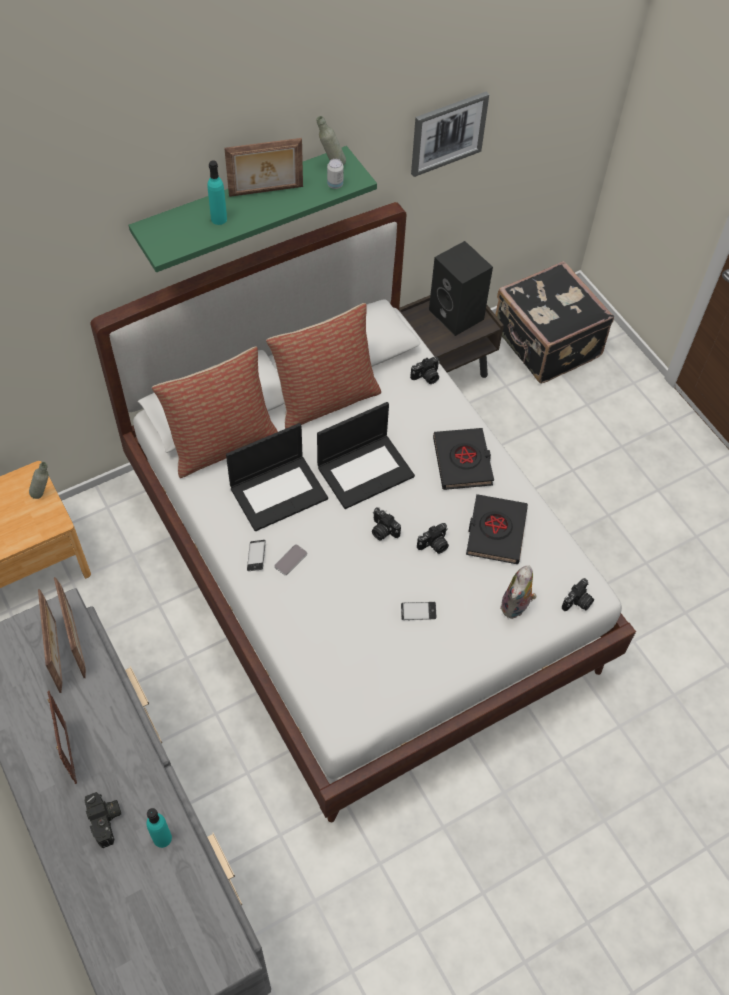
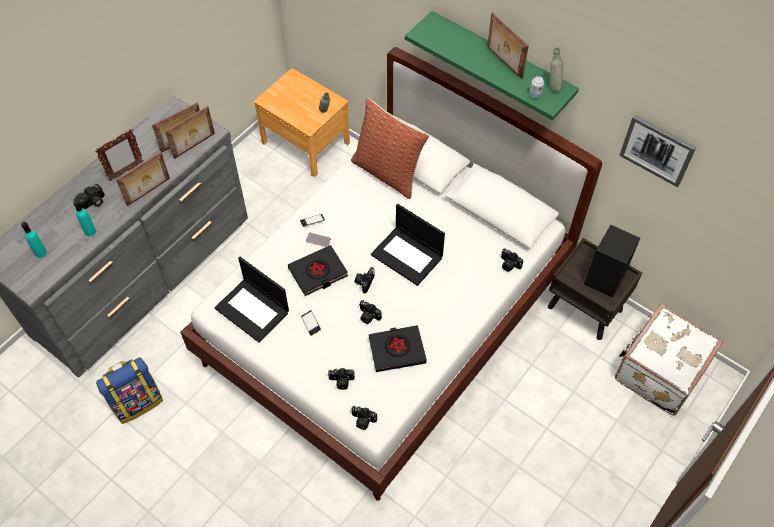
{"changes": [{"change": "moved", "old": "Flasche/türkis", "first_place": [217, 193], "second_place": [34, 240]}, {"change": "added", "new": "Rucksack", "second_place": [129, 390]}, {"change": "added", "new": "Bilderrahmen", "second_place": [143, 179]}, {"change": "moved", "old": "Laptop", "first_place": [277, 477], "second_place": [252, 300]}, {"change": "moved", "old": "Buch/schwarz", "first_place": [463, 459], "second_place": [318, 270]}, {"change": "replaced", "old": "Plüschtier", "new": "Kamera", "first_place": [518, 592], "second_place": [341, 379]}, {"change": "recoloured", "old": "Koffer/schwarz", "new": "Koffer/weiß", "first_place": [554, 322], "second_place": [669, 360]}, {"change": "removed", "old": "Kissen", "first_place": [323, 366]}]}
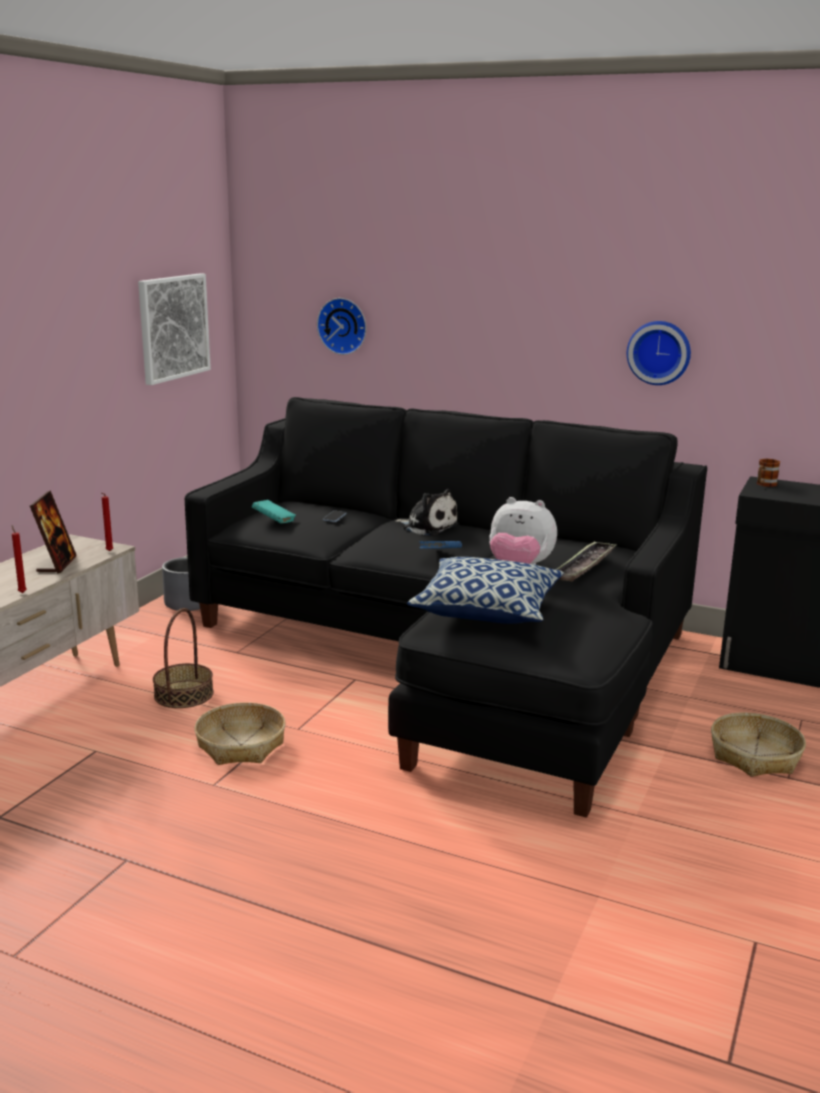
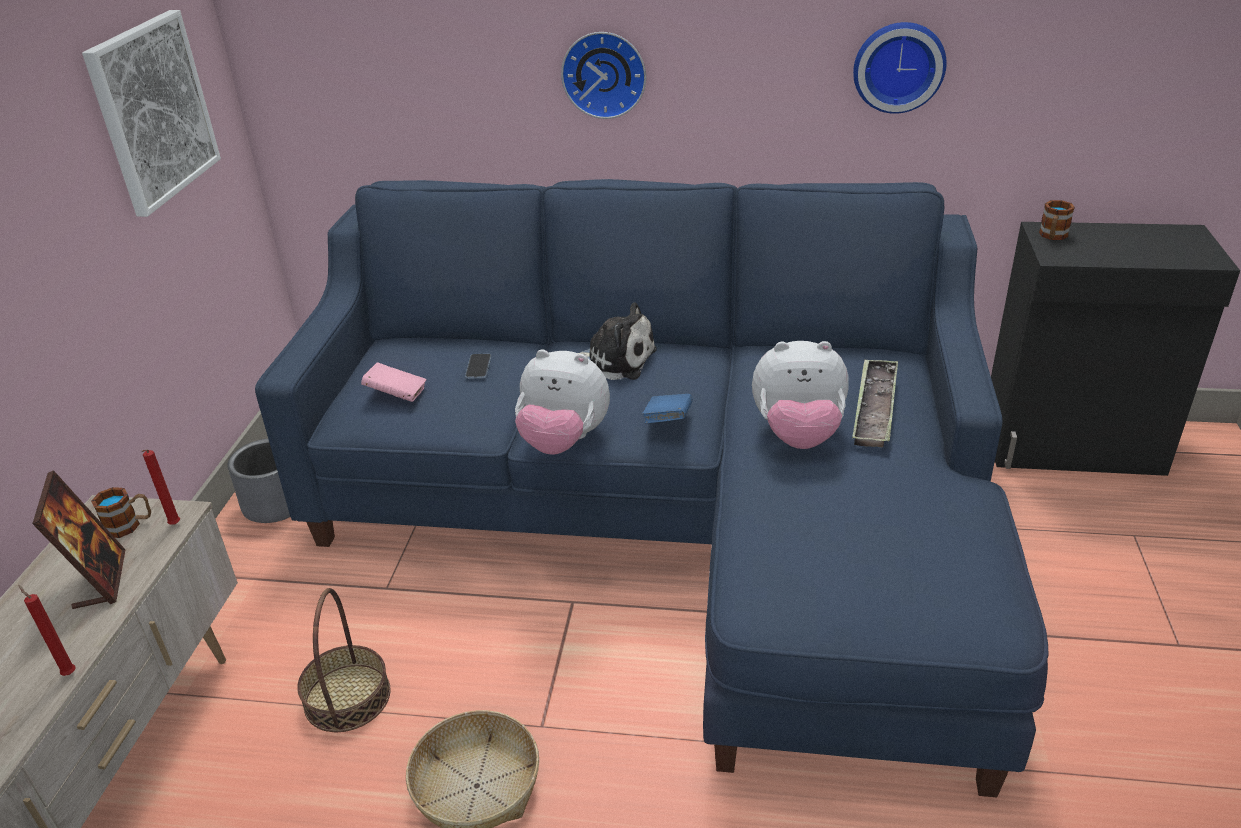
{"changes": [{"change": "added", "new": "Henkelbecher", "second_place": [121, 512]}, {"change": "recoloured", "old": "Sofa/schwarz", "new": "Sofa/blau", "first_place": [446, 607], "second_place": [652, 488]}, {"change": "recoloured", "old": "Buch/türkis", "new": "Buch/rosa", "first_place": [274, 512], "second_place": [393, 382]}, {"change": "added", "new": "Plüschtier", "second_place": [562, 401]}, {"change": "moved", "old": "Wanduhr", "first_place": [342, 326], "second_place": [603, 75]}, {"change": "removed", "old": "Kissen", "first_place": [485, 590]}, {"change": "removed", "old": "Korb", "first_place": [758, 744]}]}
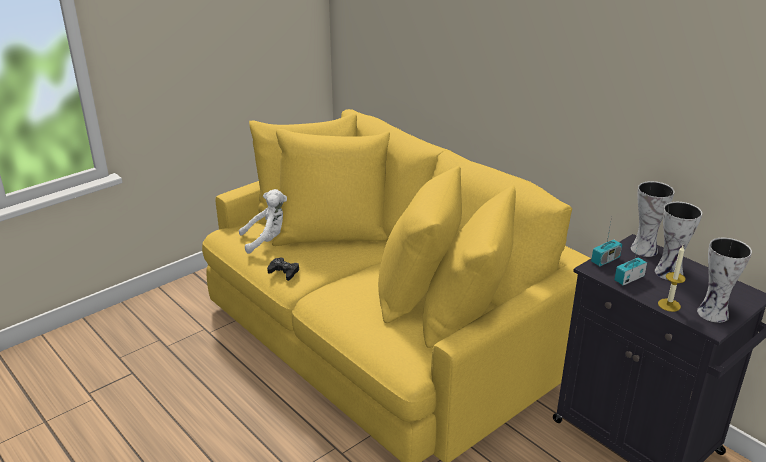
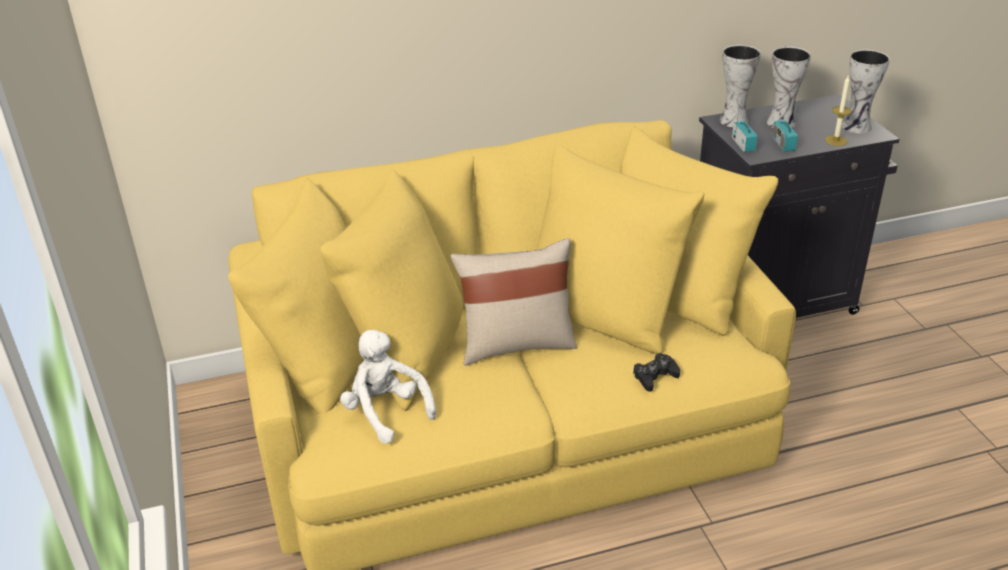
{"changes": [{"change": "turned", "old": "Plüschtier/weiß", "first_place": [263, 221], "second_place": [388, 387], "degrees": -45}, {"change": "added", "new": "Kissen/beige", "second_place": [513, 302]}, {"change": "moved", "old": "Gamepad/schwarz", "first_place": [283, 269], "second_place": [656, 372]}]}
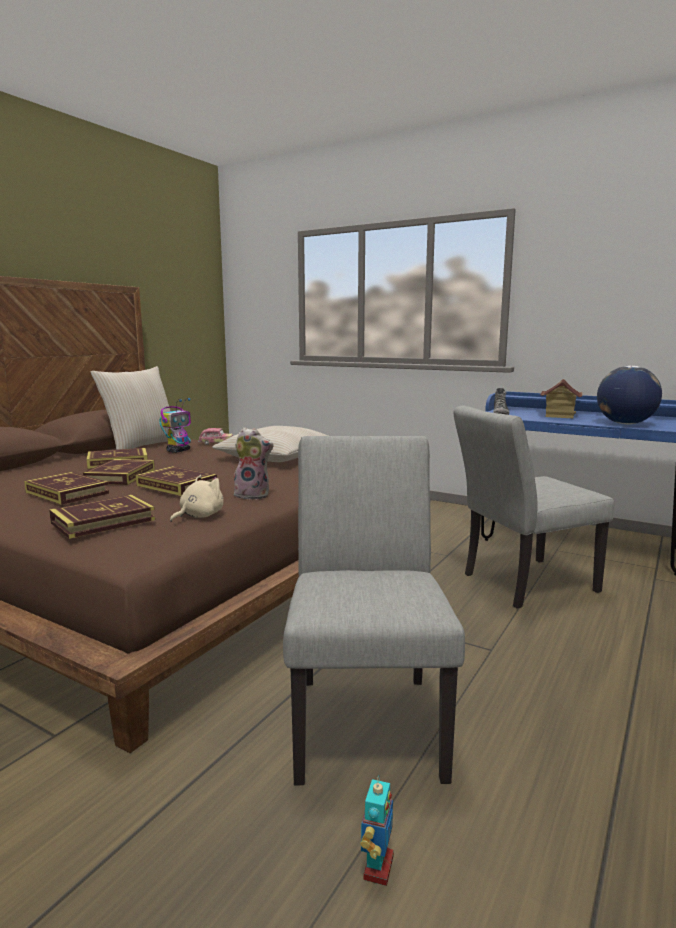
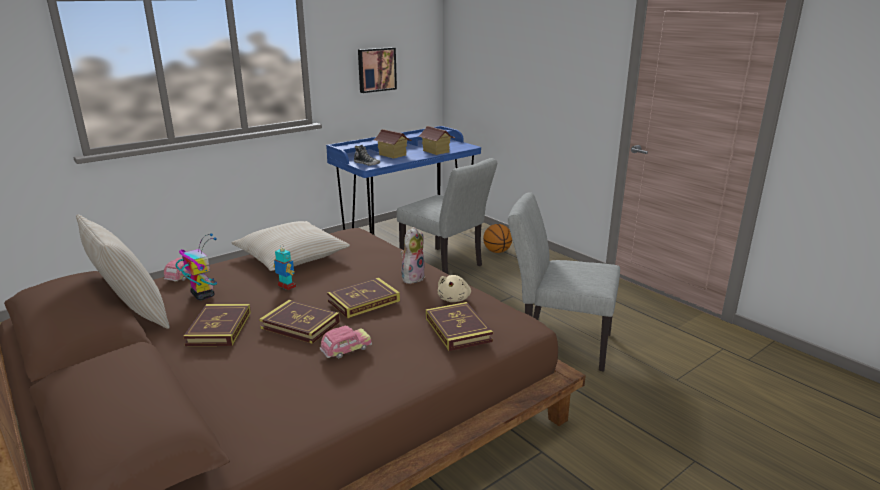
{"changes": [{"change": "moved", "old": "Spielzeugroboter", "first_place": [377, 830], "second_place": [284, 267]}, {"change": "replaced", "old": "Buch", "new": "Spielzeugauto", "first_place": [66, 488], "second_place": [346, 342]}, {"change": "added", "new": "Bild", "second_place": [377, 70]}, {"change": "turned", "old": "Stuhl/grau", "first_place": [533, 507], "second_place": [447, 216], "degrees": -45}, {"change": "replaced", "old": "Globus", "new": "Spielzeughaus", "first_place": [629, 395], "second_place": [436, 140]}, {"change": "turned", "old": "Plüschtier/beige", "first_place": [197, 498], "second_place": [454, 288], "degrees": -135}, {"change": "added", "new": "Basketball", "second_place": [497, 238]}]}
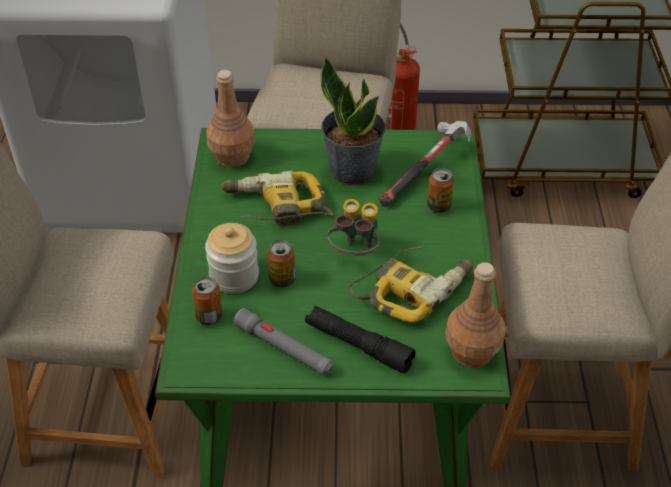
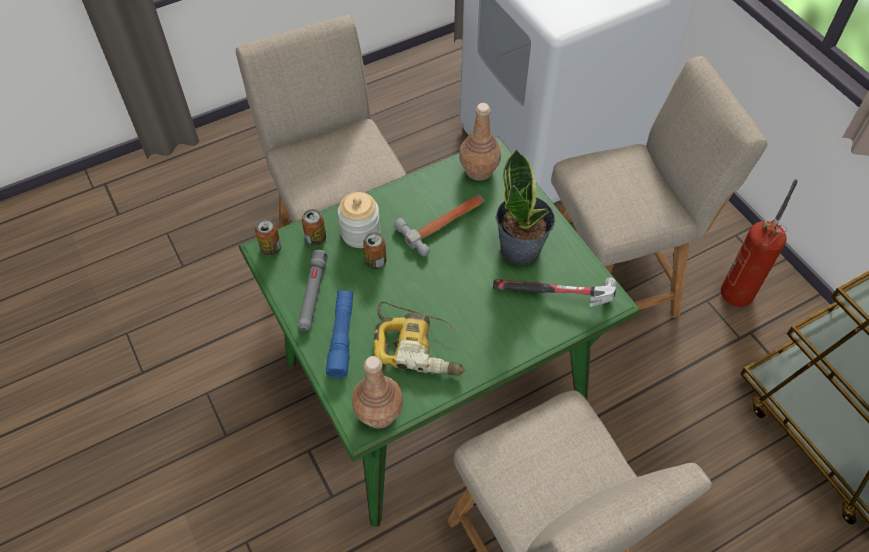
{"changes": [{"change": "moved", "old": "Dose", "first_place": [440, 190], "second_place": [268, 237]}, {"change": "recoloured", "old": "Taschenlampe/schwarz", "new": "Taschenlampe/blau", "first_place": [360, 339], "second_place": [339, 334]}, {"change": "replaced", "old": "Bohrmaschine", "new": "Hammer", "first_place": [277, 198], "second_place": [439, 225]}, {"change": "removed", "old": "Fernglas", "first_place": [353, 227]}]}
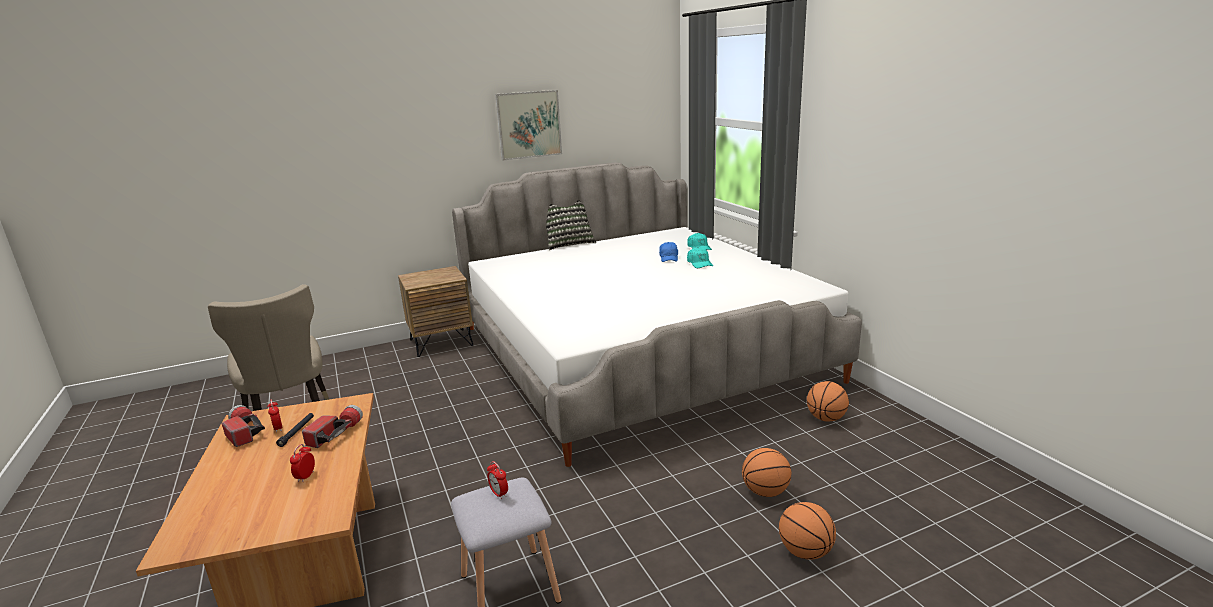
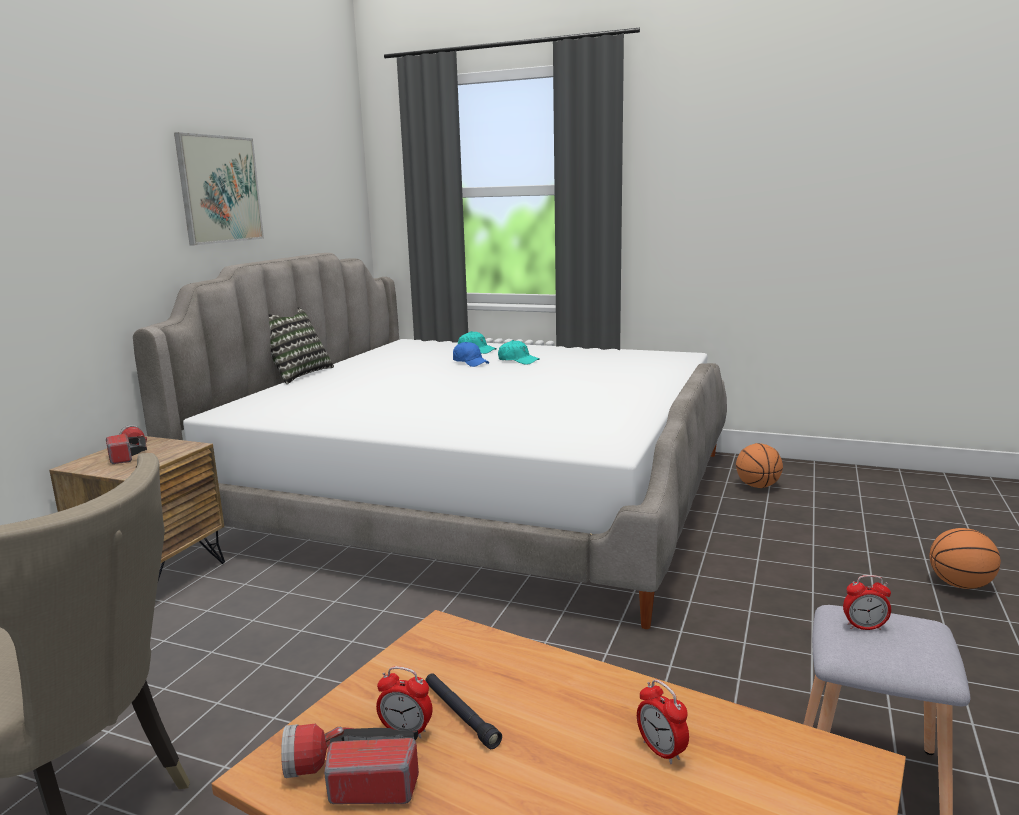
{"changes": [{"change": "moved", "old": "Taschenlampe", "first_place": [332, 426], "second_place": [126, 444]}, {"change": "removed", "old": "Basketball", "first_place": [767, 472]}]}
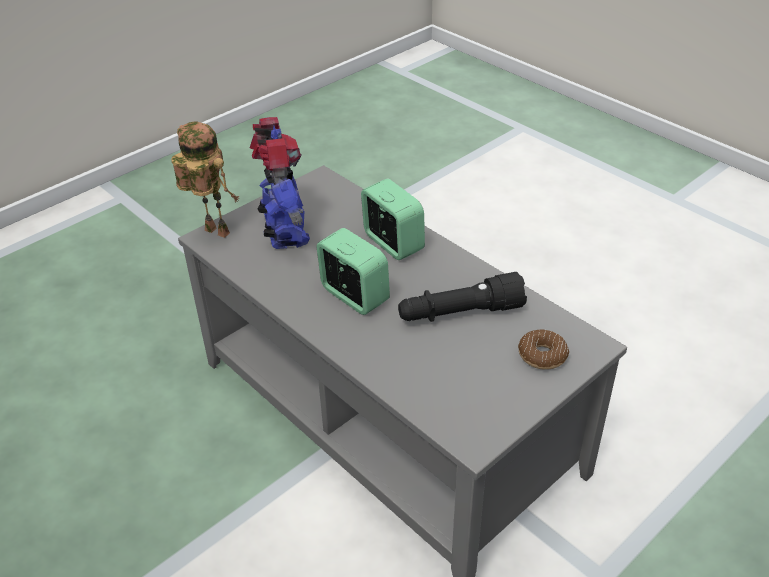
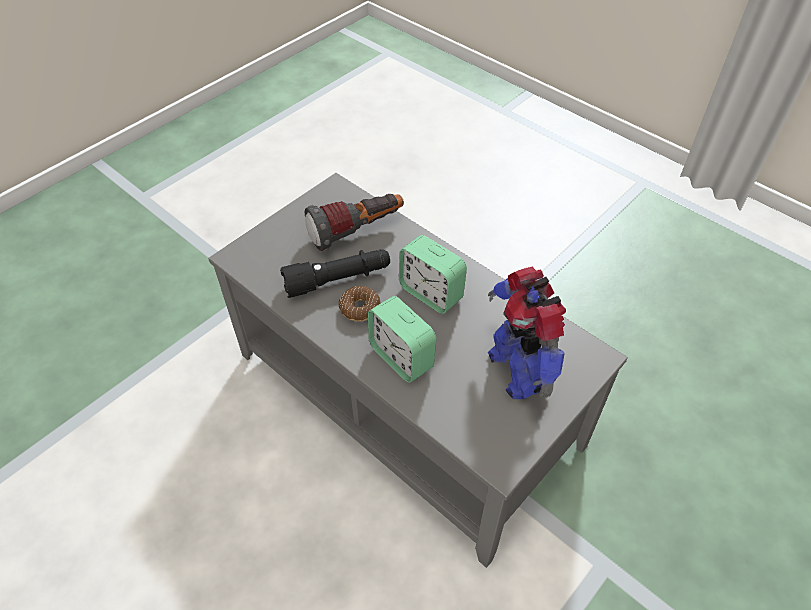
{"changes": [{"change": "added", "new": "Taschenlampe", "second_place": [354, 222]}, {"change": "moved", "old": "Donut", "first_place": [543, 350], "second_place": [360, 304]}, {"change": "removed", "old": "Spielzeugroboter", "first_place": [205, 180]}]}
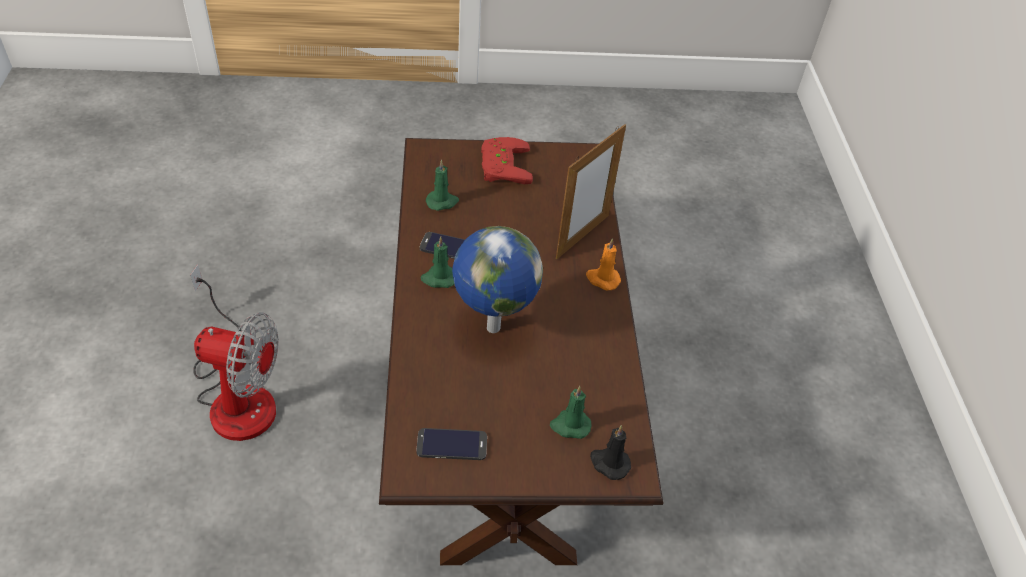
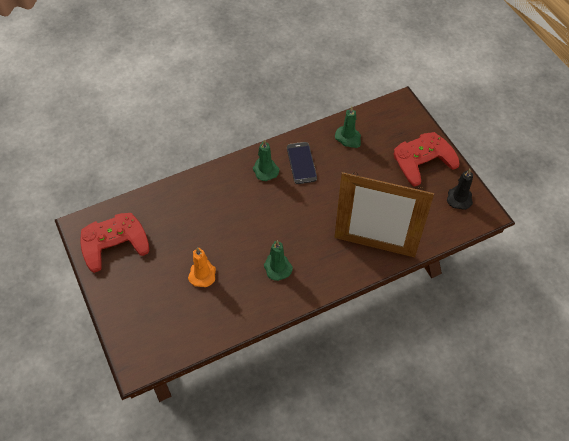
{"changes": [{"change": "replaced", "old": "Handy", "new": "Gamepad/rot", "first_place": [451, 444], "second_place": [114, 243]}, {"change": "moved", "old": "Kerze/orange", "first_place": [603, 264], "second_place": [202, 267]}, {"change": "moved", "old": "Kerze/grün", "first_place": [571, 412], "second_place": [278, 260]}, {"change": "moved", "old": "Kerze/schwarz", "first_place": [610, 452], "second_place": [460, 189]}, {"change": "removed", "old": "Ventilator", "first_place": [234, 352]}, {"change": "removed", "old": "Globus", "first_place": [497, 279]}]}
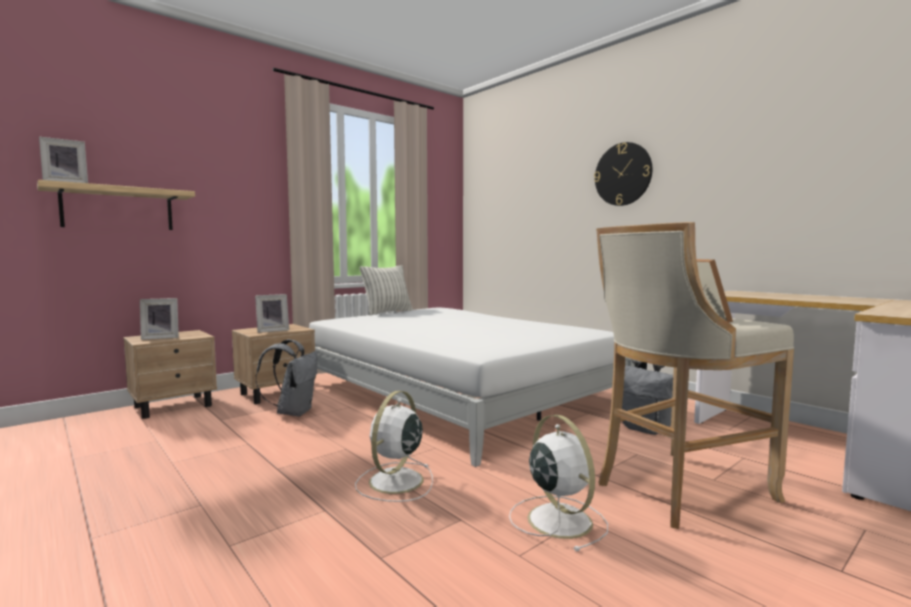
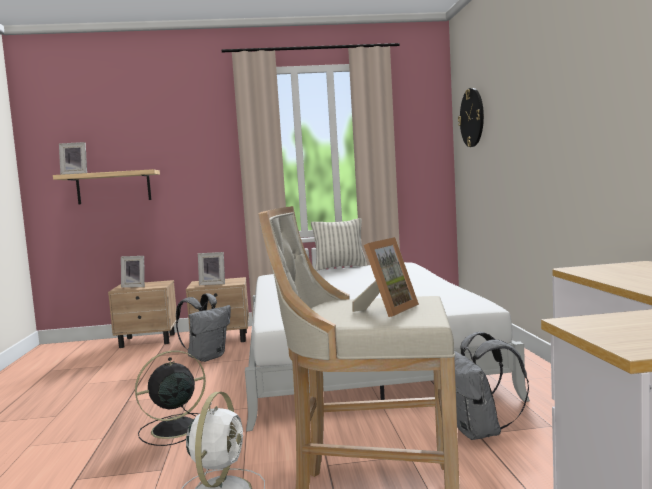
{"changes": [{"change": "recoloured", "old": "Ventilator/weiß", "new": "Ventilator/schwarz", "first_place": [394, 446], "second_place": [170, 398]}, {"change": "moved", "old": "Wanduhr", "first_place": [623, 174], "second_place": [471, 117]}]}
